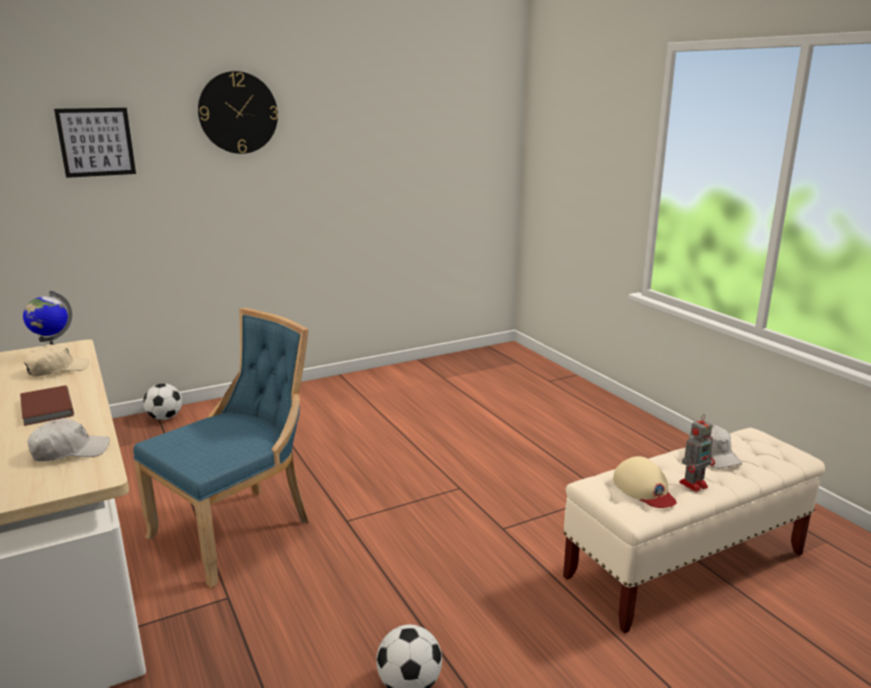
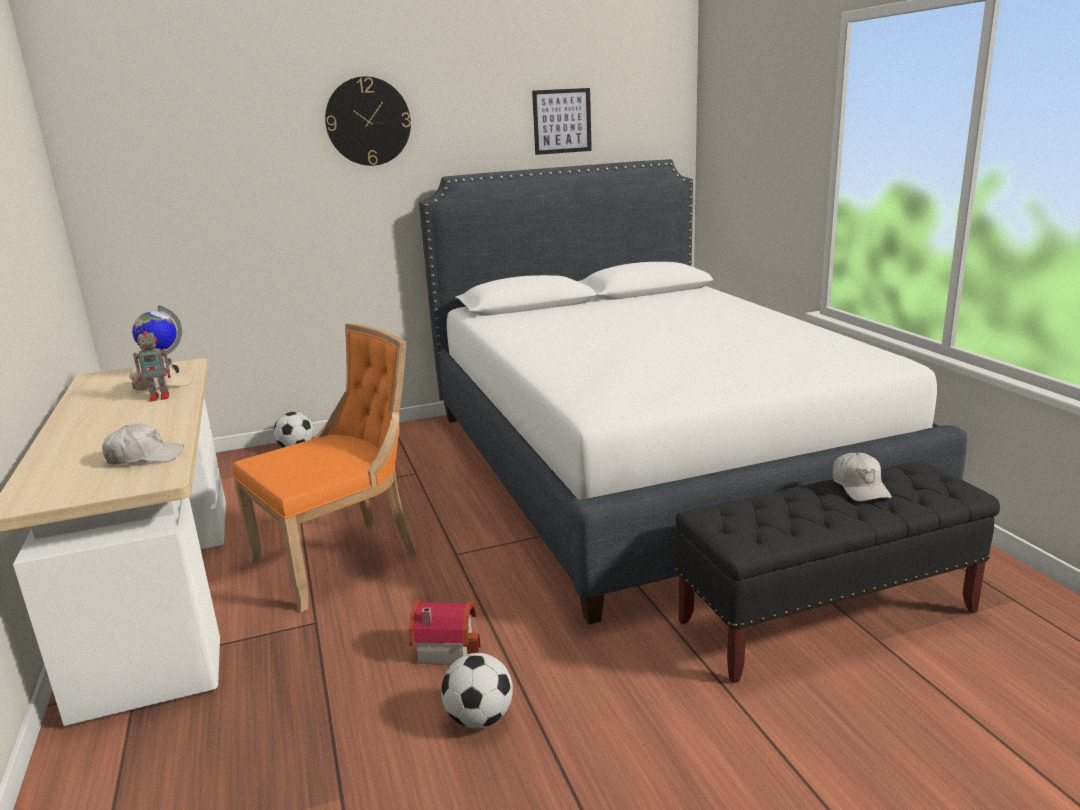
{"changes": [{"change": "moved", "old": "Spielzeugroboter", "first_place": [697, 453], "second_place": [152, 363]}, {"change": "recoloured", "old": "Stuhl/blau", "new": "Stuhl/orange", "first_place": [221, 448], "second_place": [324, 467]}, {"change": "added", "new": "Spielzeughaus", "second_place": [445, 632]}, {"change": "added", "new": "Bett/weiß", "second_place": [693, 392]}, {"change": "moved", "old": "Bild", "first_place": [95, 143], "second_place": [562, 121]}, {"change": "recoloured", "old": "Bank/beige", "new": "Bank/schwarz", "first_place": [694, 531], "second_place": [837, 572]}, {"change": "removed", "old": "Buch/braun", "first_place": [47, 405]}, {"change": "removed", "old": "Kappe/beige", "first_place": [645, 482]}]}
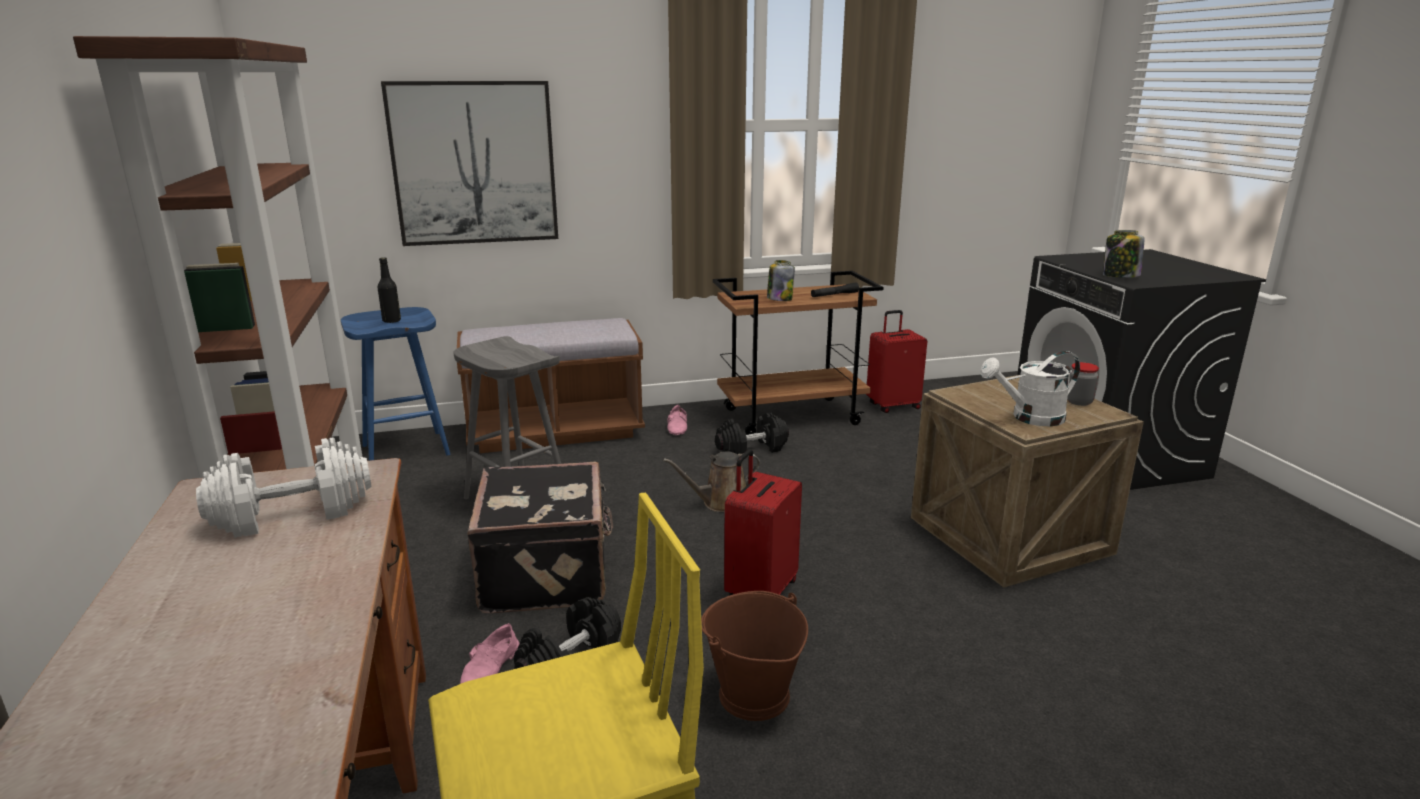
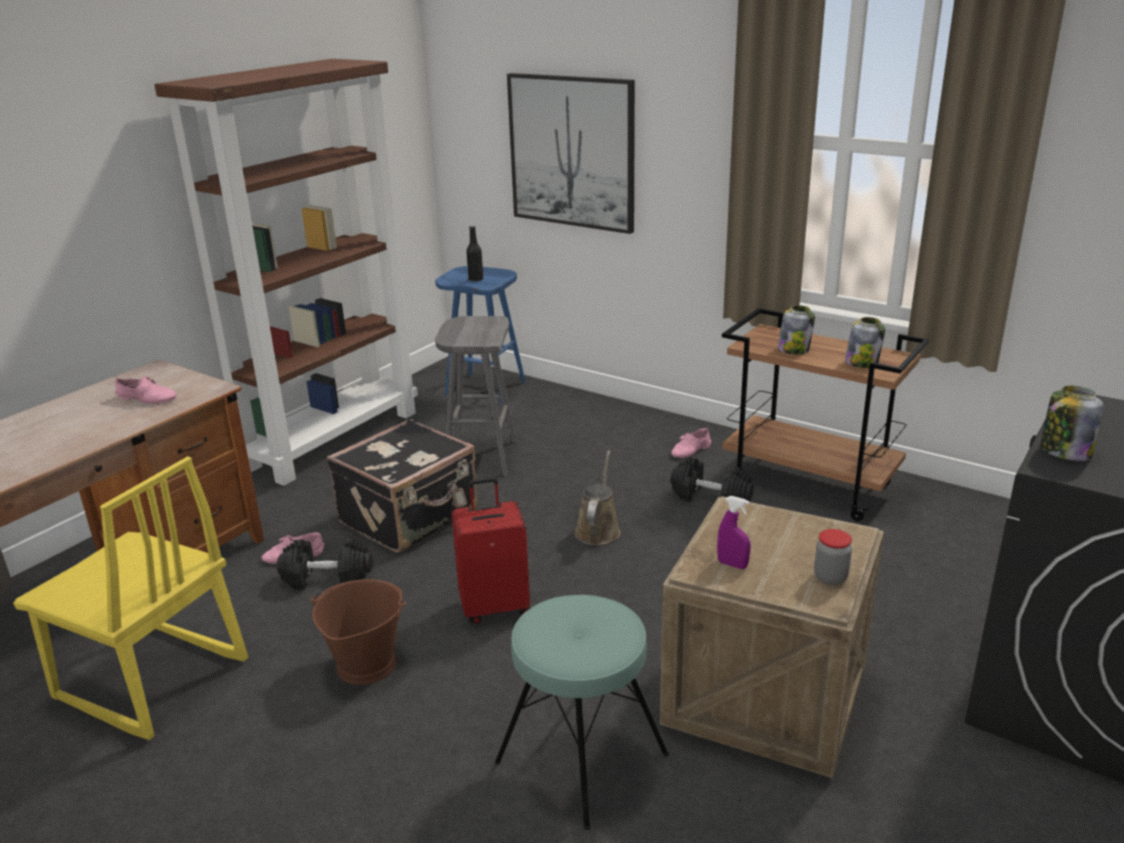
{"changes": [{"change": "replaced", "old": "Hantel/weiß", "new": "Schuh/rosa", "first_place": [283, 487], "second_place": [145, 390]}, {"change": "added", "new": "Hocker/türkis", "second_place": [582, 712]}, {"change": "turned", "old": "Gießkanne/braun", "first_place": [711, 481], "second_place": [597, 497], "degrees": 75}, {"change": "replaced", "old": "Gießkanne/weiß", "new": "Sprühflasche/lila", "first_place": [1030, 388], "second_place": [734, 532]}, {"change": "replaced", "old": "Taschenlampe/schwarz", "new": "Vorratsglas", "first_place": [835, 290], "second_place": [865, 342]}, {"change": "removed", "old": "Bank/braun", "first_place": [551, 385]}, {"change": "removed", "old": "Koffer/rot", "first_place": [896, 361]}]}
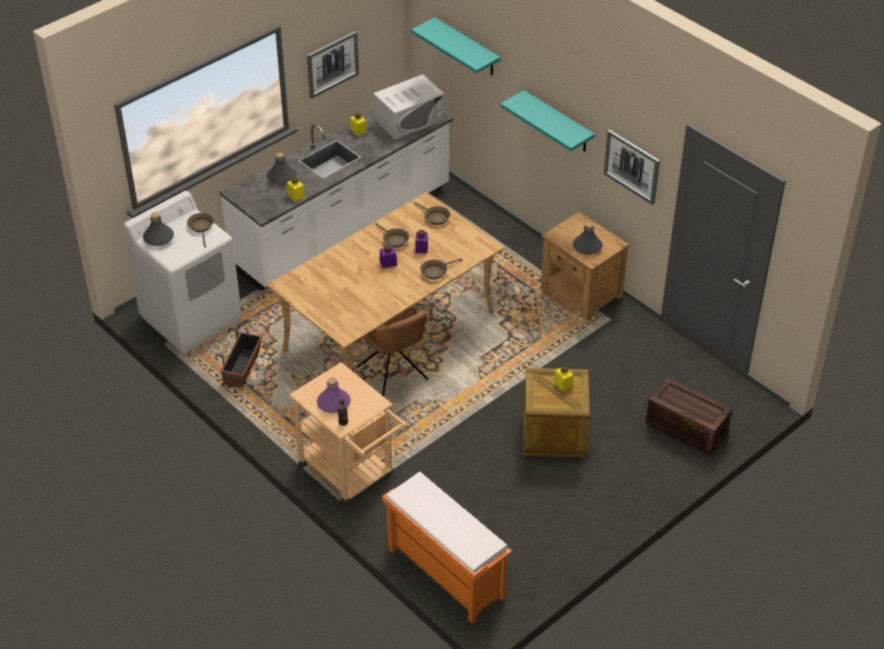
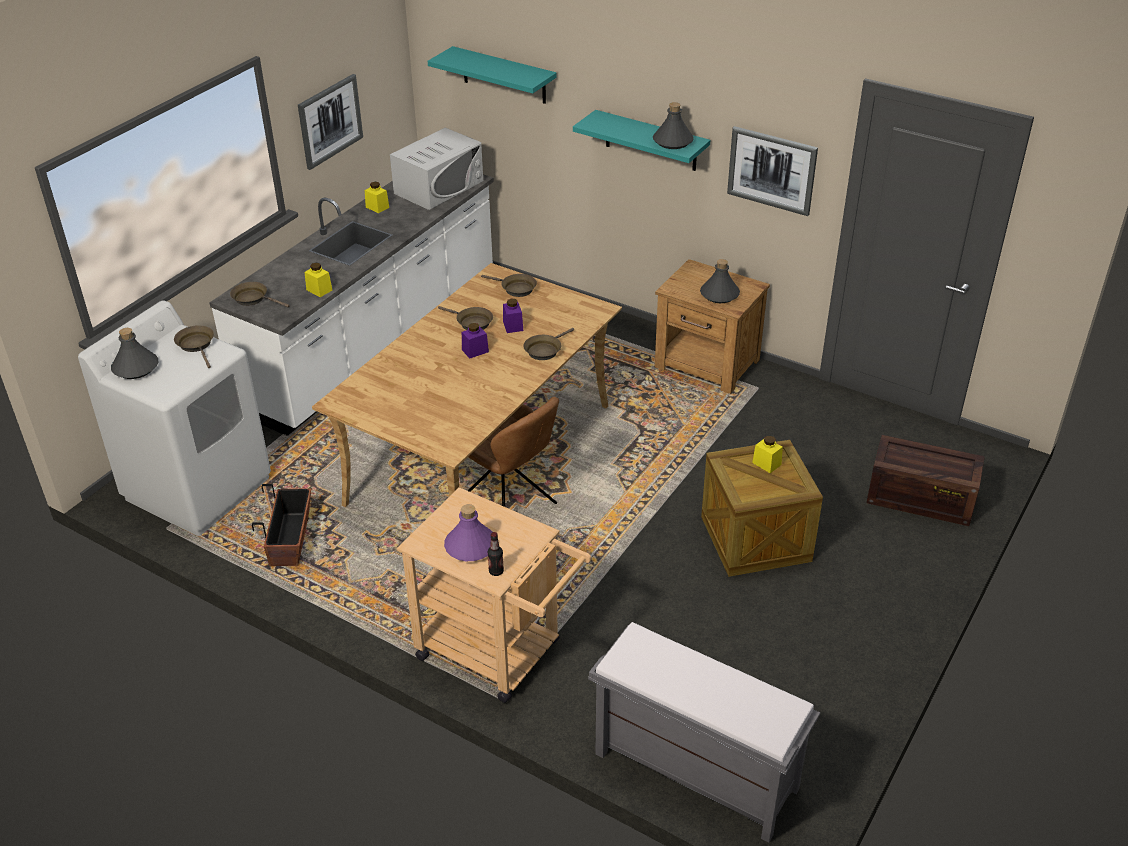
{"changes": [{"change": "added", "new": "Pfanne/braun", "second_place": [259, 294]}, {"change": "recoloured", "old": "Bank/orange", "new": "Bank/grau", "first_place": [447, 548], "second_place": [704, 732]}, {"change": "moved", "old": "Flasche/grau", "first_place": [281, 168], "second_place": [673, 125]}]}
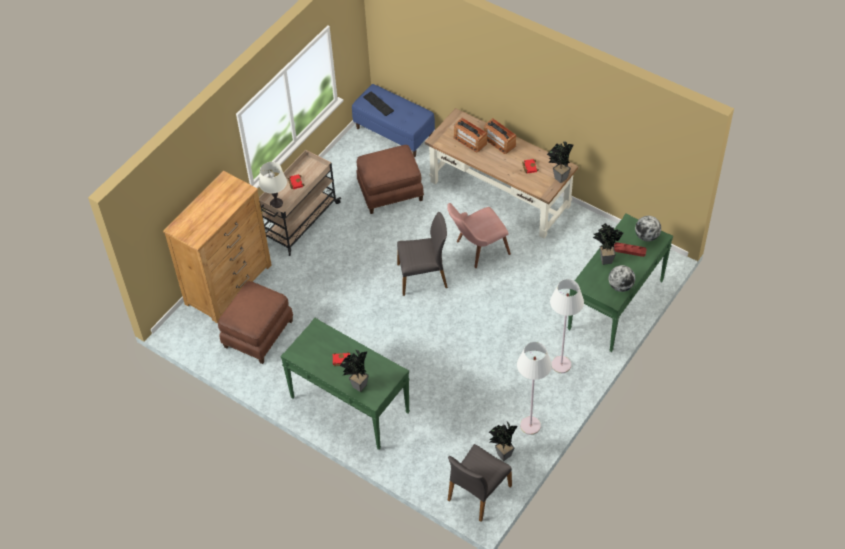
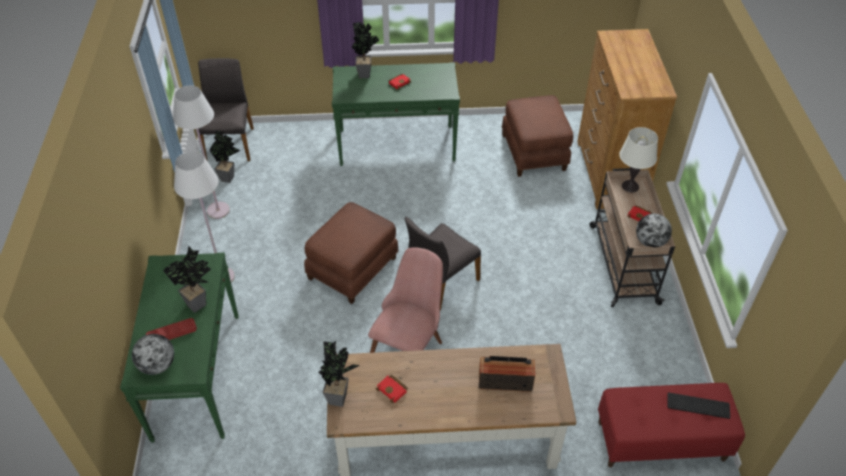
{"changes": [{"change": "moved", "old": "Polsterhocker/braun", "first_place": [390, 179], "second_place": [351, 253]}, {"change": "recoloured", "old": "Bank/blau", "new": "Bank/rot", "first_place": [393, 120], "second_place": [671, 425]}, {"change": "moved", "old": "Globus", "first_place": [622, 278], "second_place": [654, 230]}, {"change": "removed", "old": "Radio", "first_place": [500, 136]}]}
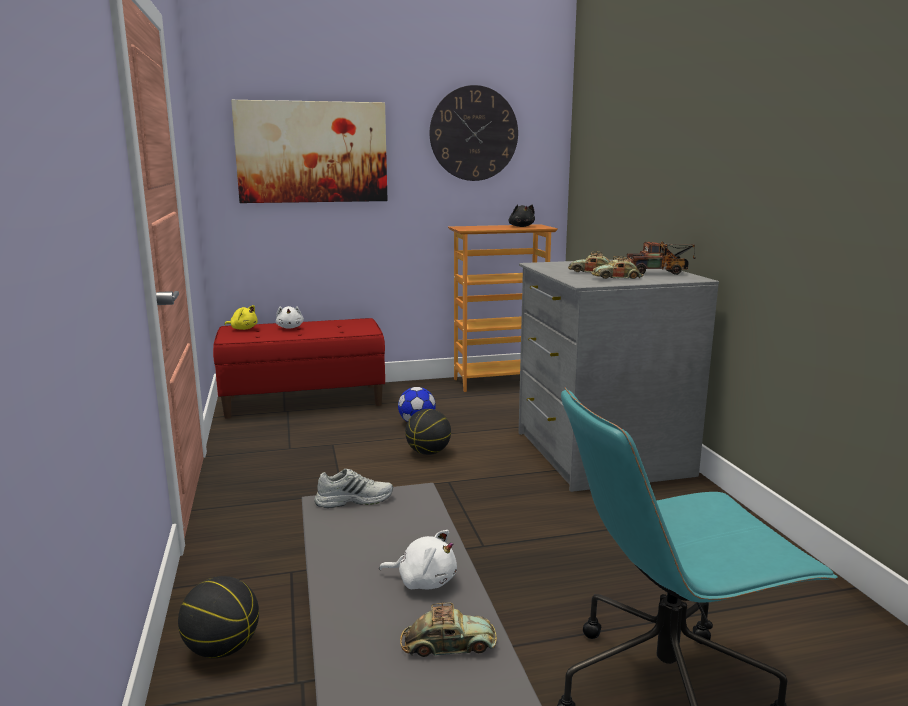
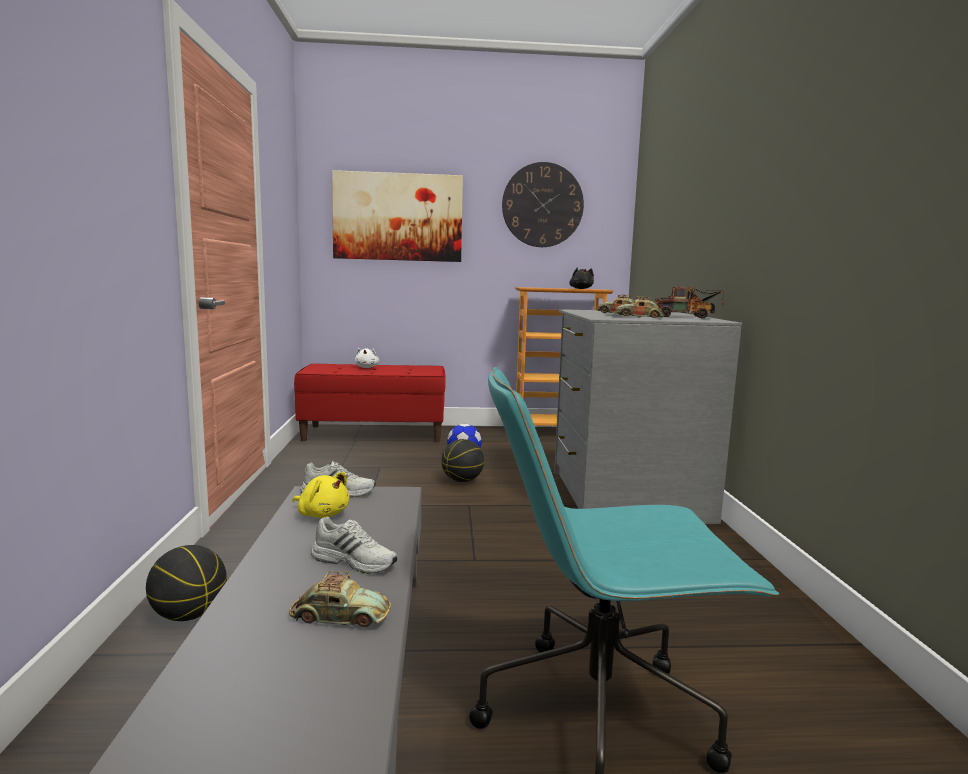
{"changes": [{"change": "moved", "old": "Plüschtier/gelb", "first_place": [241, 317], "second_place": [320, 495]}, {"change": "replaced", "old": "Plüschtier/weiß", "new": "Schuh/weiß", "first_place": [418, 559], "second_place": [354, 545]}]}
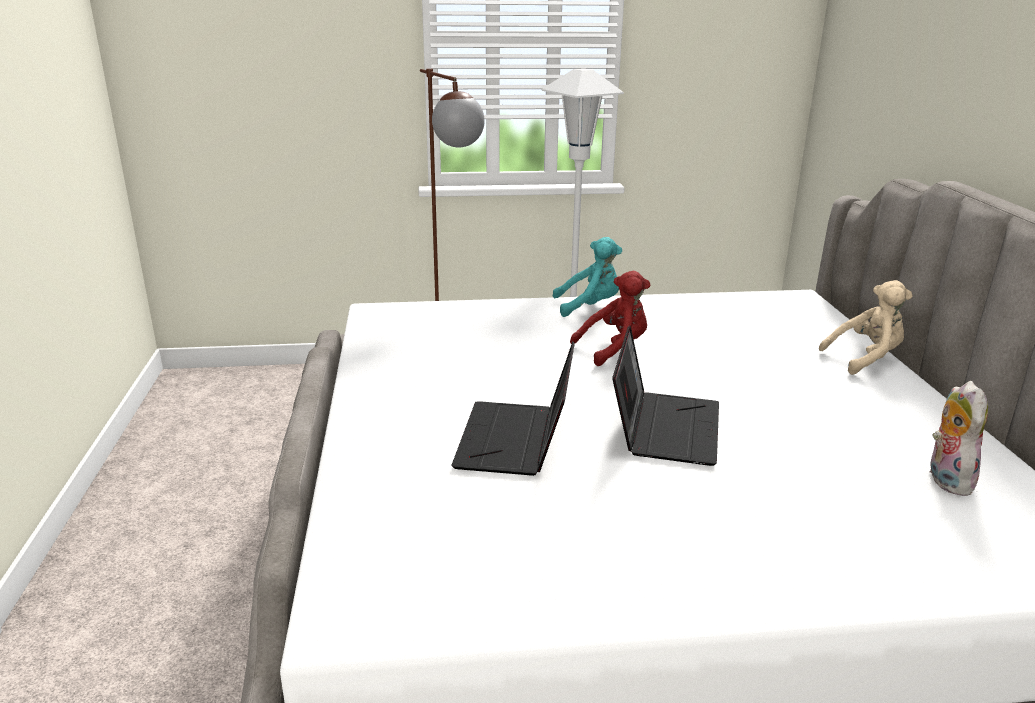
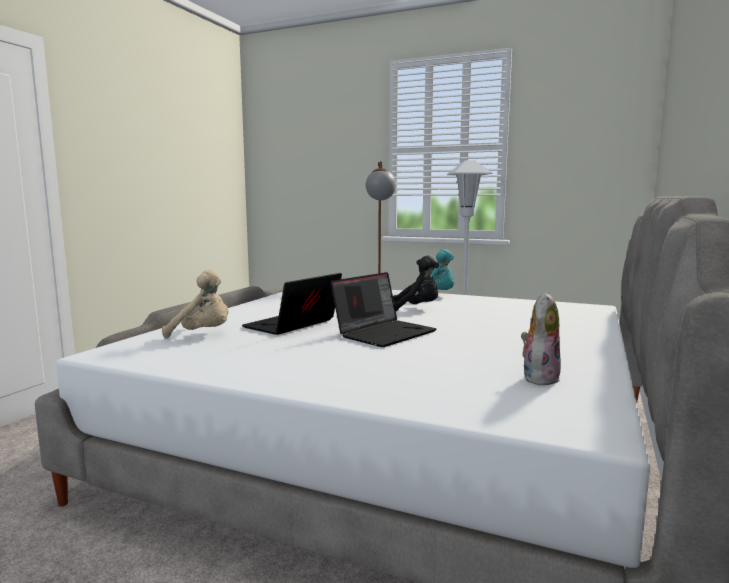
{"changes": [{"change": "moved", "old": "Plüschtier/beige", "first_place": [865, 327], "second_place": [195, 303]}, {"change": "recoloured", "old": "Plüschtier/rot", "new": "Plüschtier/schwarz", "first_place": [610, 318], "second_place": [416, 283]}]}
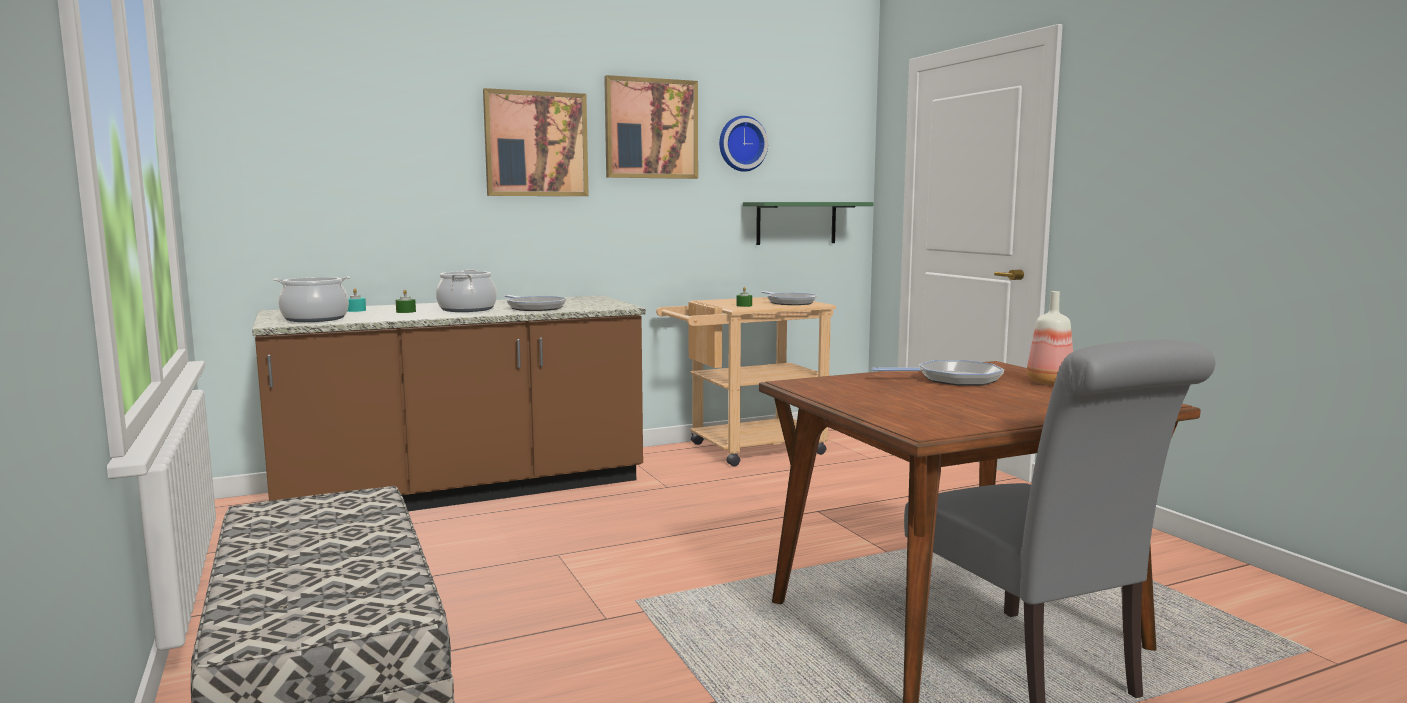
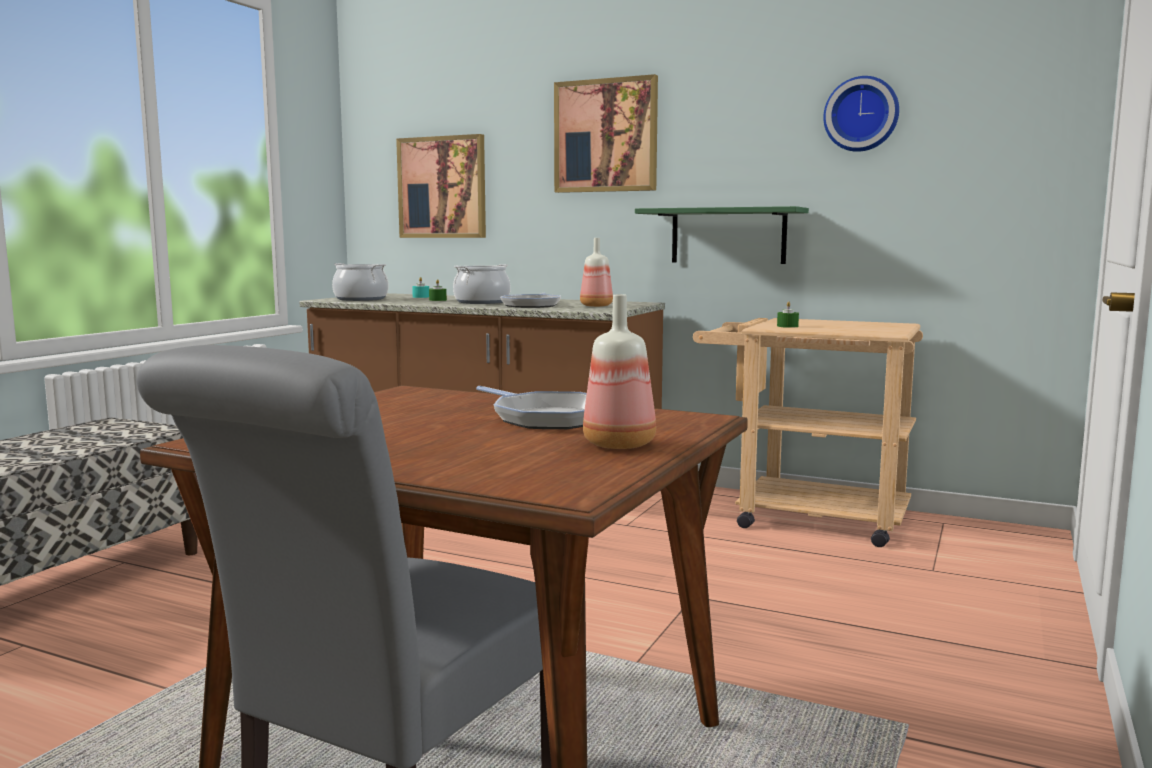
{"changes": [{"change": "moved", "old": "Bild", "first_place": [651, 127], "second_place": [441, 186]}, {"change": "added", "new": "Flasche", "second_place": [596, 272]}, {"change": "moved", "old": "Wandregal/grün", "first_place": [808, 223], "second_place": [722, 235]}, {"change": "removed", "old": "Pfanne", "first_place": [789, 298]}]}
